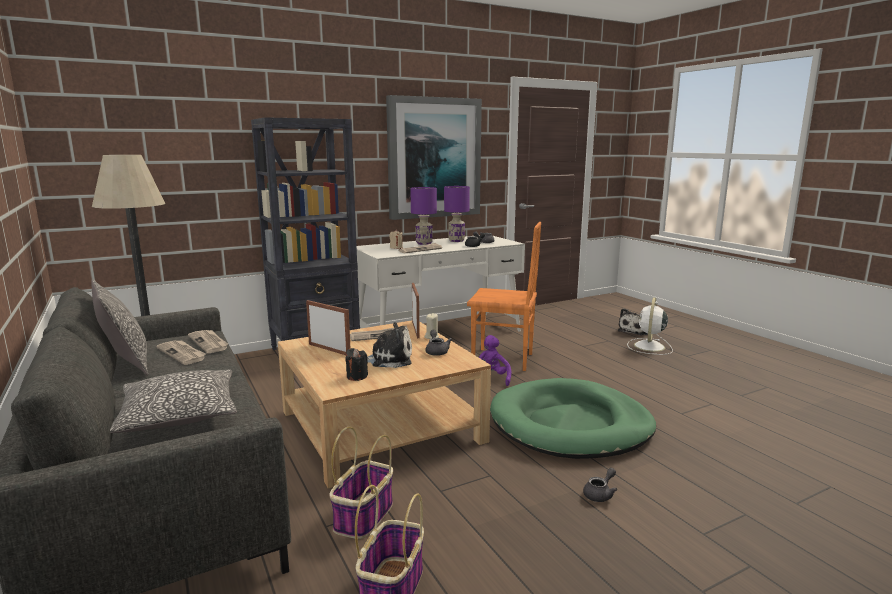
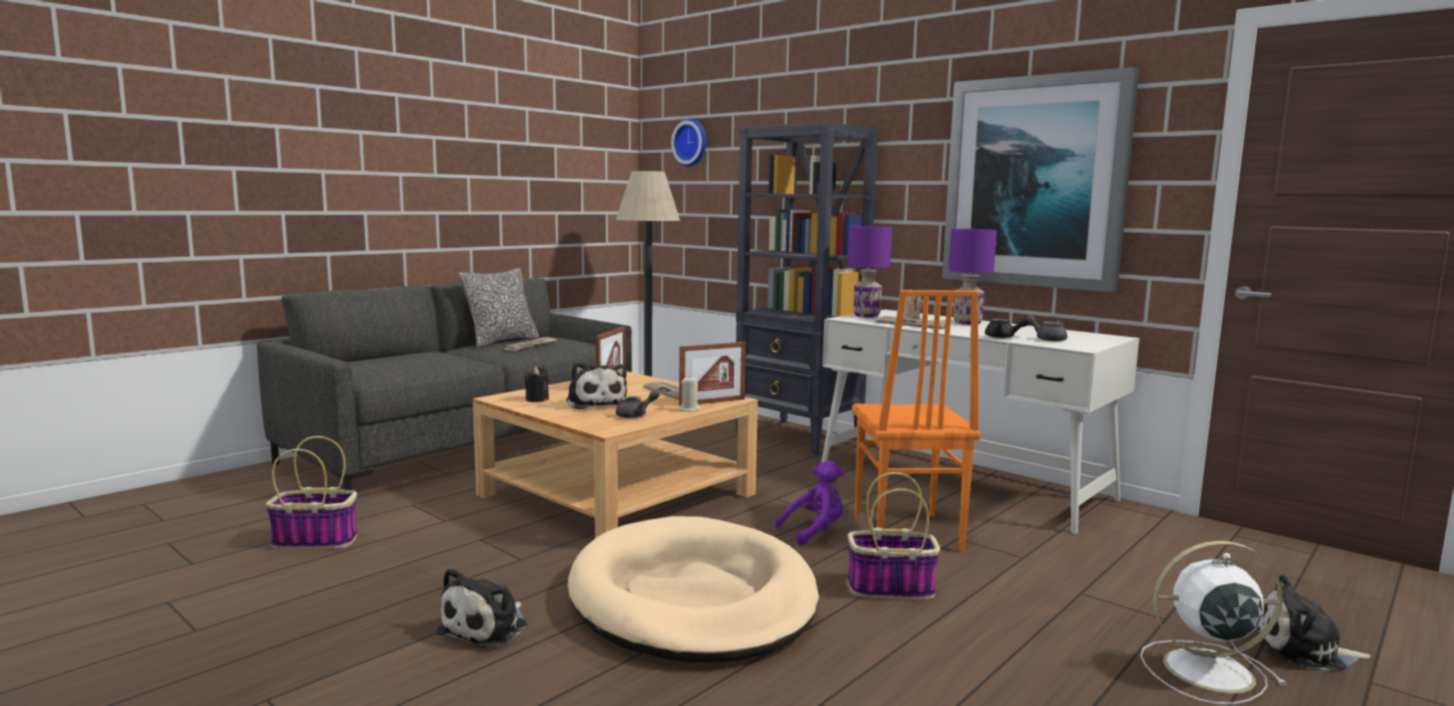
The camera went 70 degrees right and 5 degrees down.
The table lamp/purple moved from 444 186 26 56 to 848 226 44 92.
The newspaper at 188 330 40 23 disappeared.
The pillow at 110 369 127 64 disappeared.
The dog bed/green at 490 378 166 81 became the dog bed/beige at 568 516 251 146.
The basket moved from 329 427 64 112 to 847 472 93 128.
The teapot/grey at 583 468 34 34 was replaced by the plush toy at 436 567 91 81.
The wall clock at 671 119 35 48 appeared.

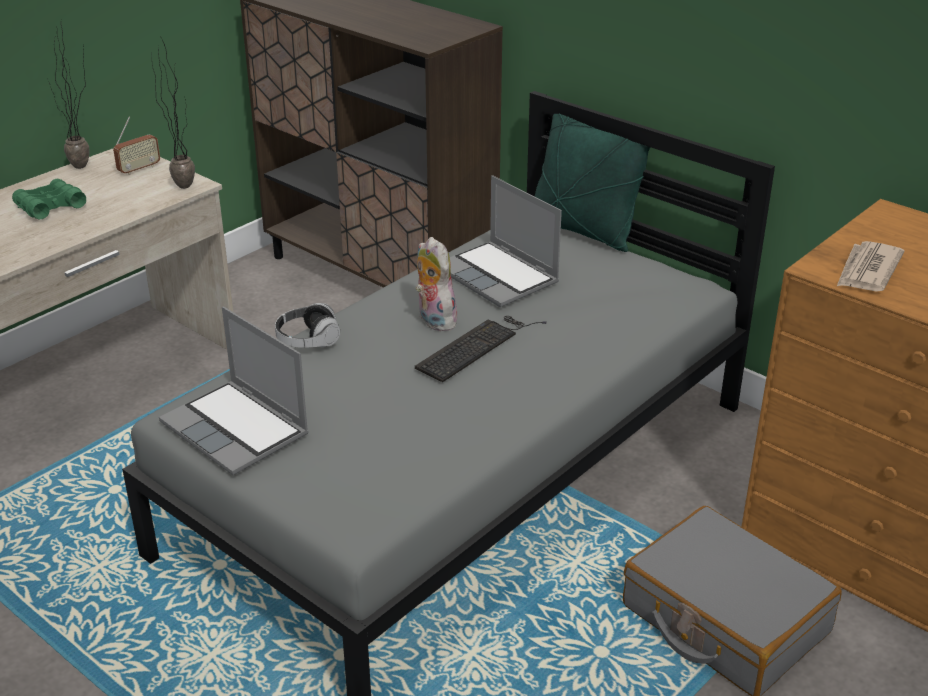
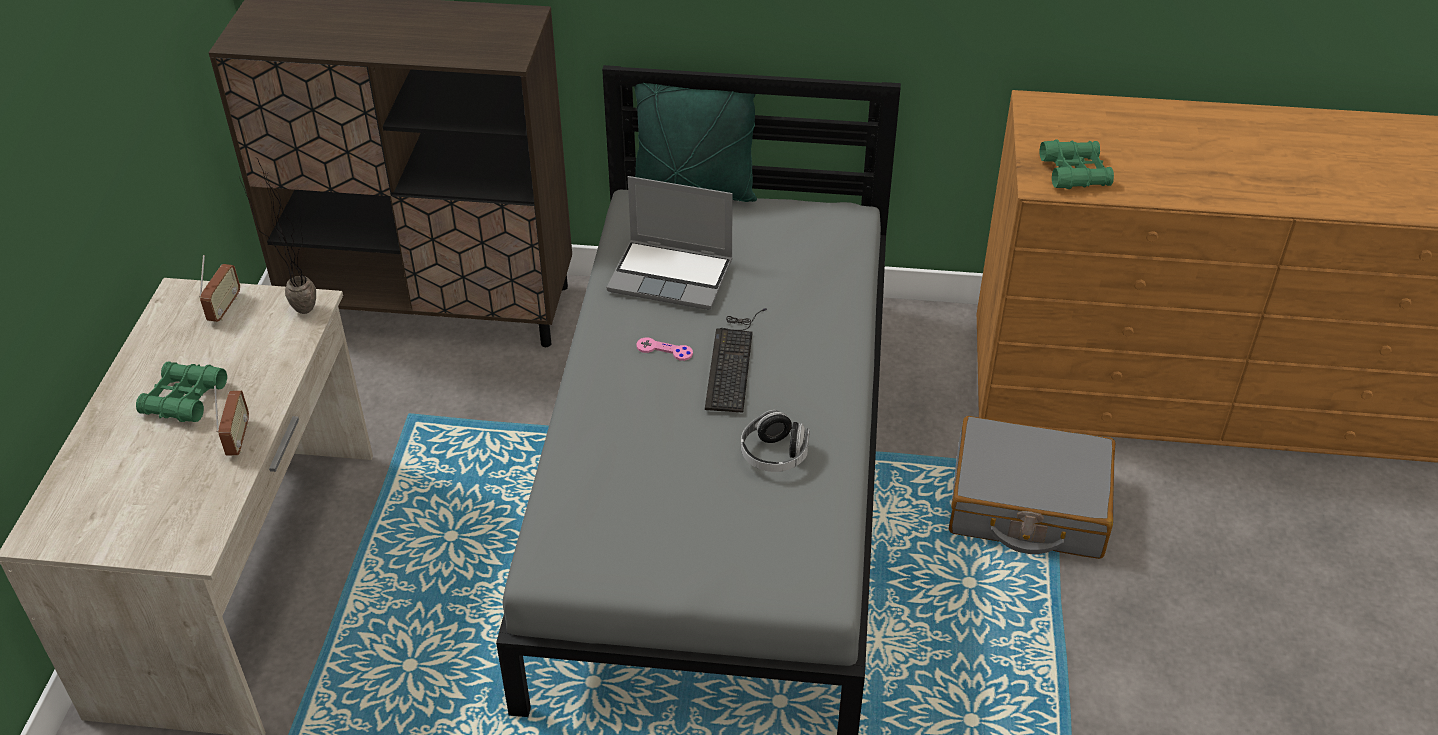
The camera went 35 degrees left and 10 degrees up.
The potted plant at 49 26 40 143 disappeared.
The plush toy at 415 237 43 94 was replaced by the game controller/pink at 636 337 57 24.
The newspaper at 837 241 67 51 was replaced by the binoculars/green at 1039 139 75 50.
The headphones moved from 275 303 65 45 to 741 410 69 62.
The laptop at 159 307 150 168 disappeared.
The radio at 214 386 35 70 appeared.

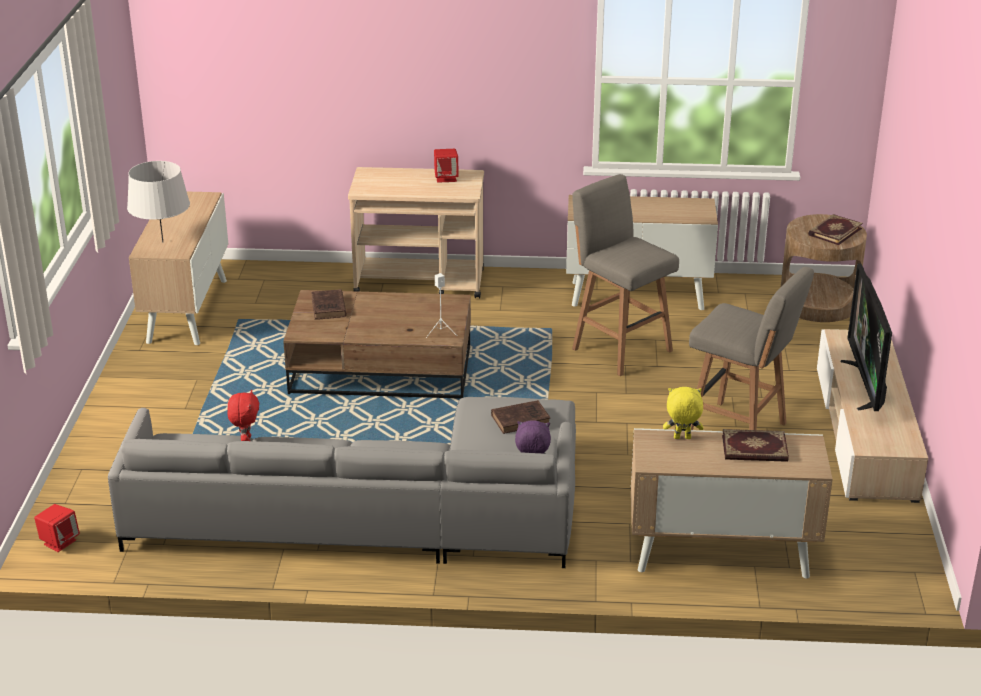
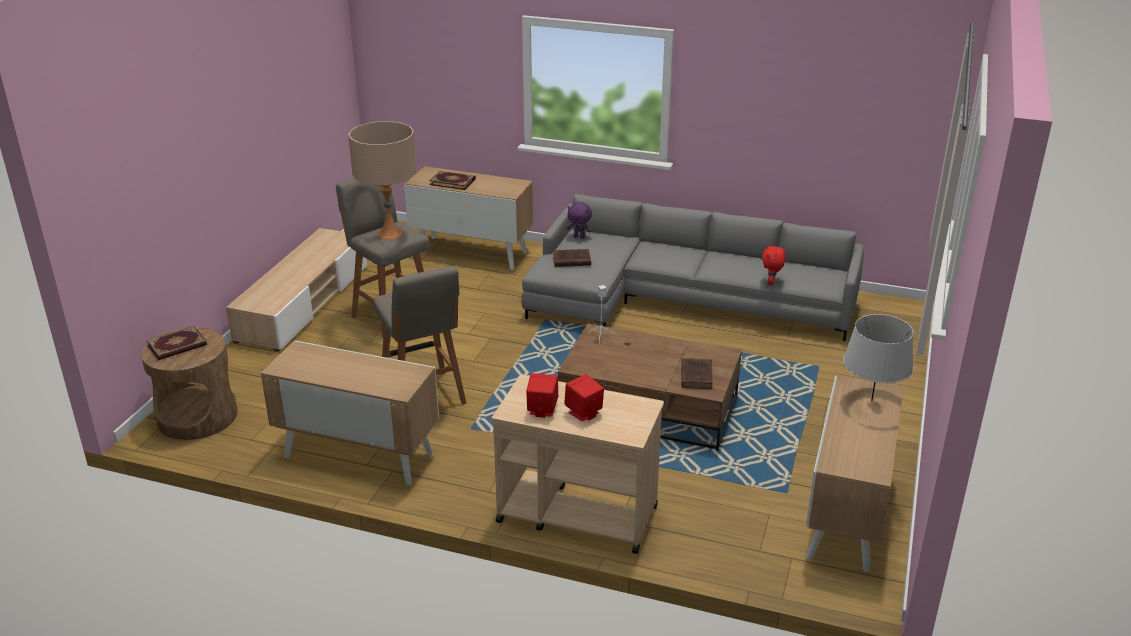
The camera went 165 degrees left and 0 degrees up.
The television at 841 263 51 148 disappeared.
The plush toy/yellow at 663 387 41 52 disappeared.
The speaker/red moved from 34 504 46 48 to 564 374 40 47.
The table lamp/beige at 348 121 69 119 appeared.

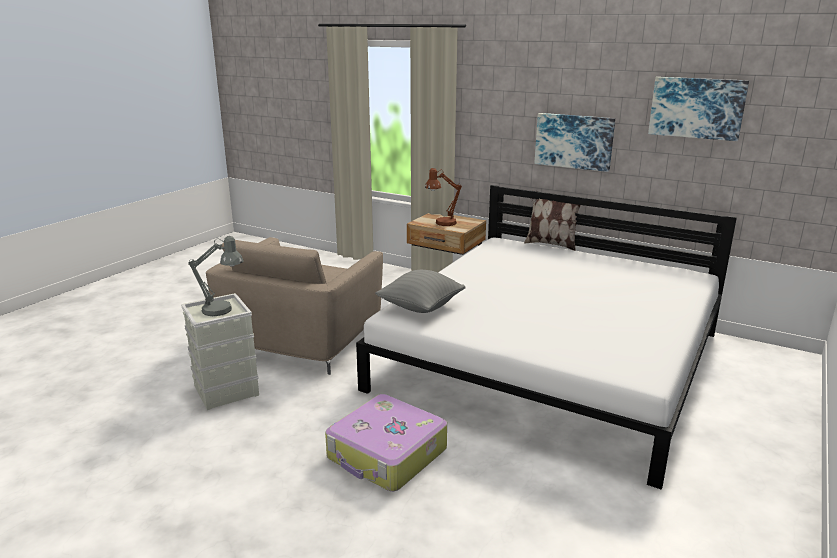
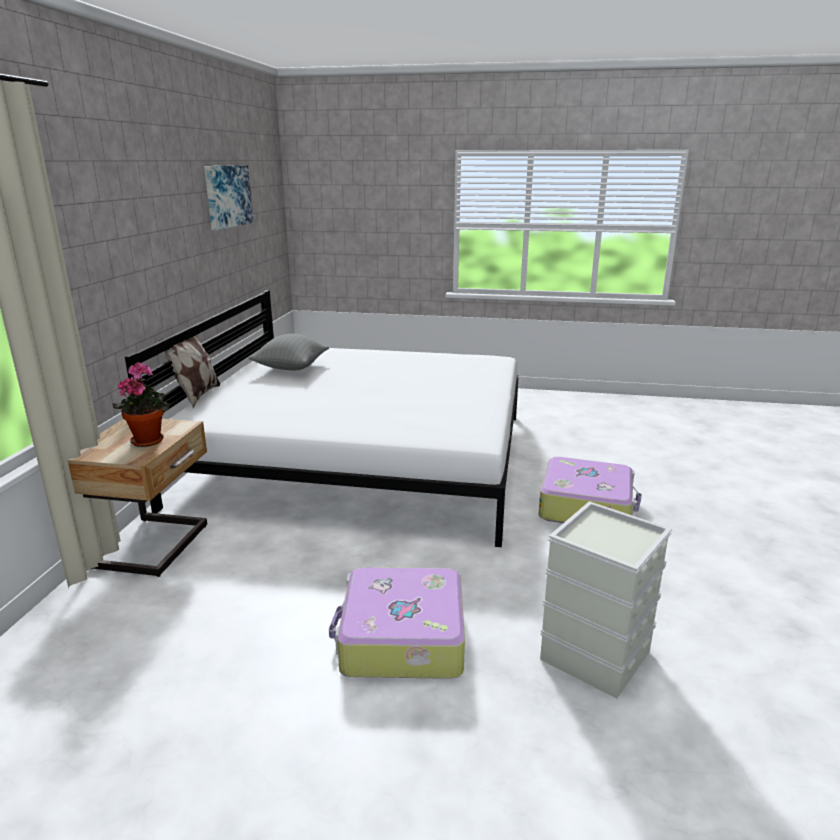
The camera went 110 degrees left and 0 degrees up.
The picture at 535 113 80 59 disappeared.
The table lamp/brown at 425 168 37 58 was replaced by the potted plant at 113 362 57 85.
The table lamp/grey at 188 236 55 80 disappeared.
The armchair/beige at 206 237 177 138 was replaced by the suitcase at 329 567 136 112.
The pillow/grey moved from 375 270 91 43 to 249 334 80 36.

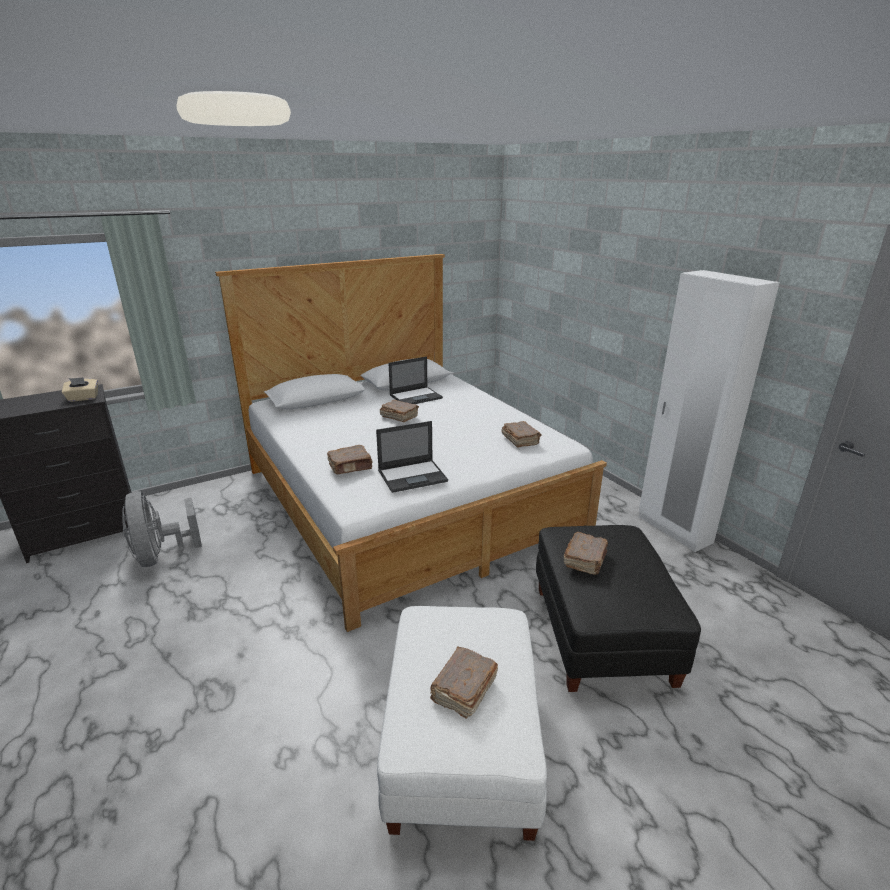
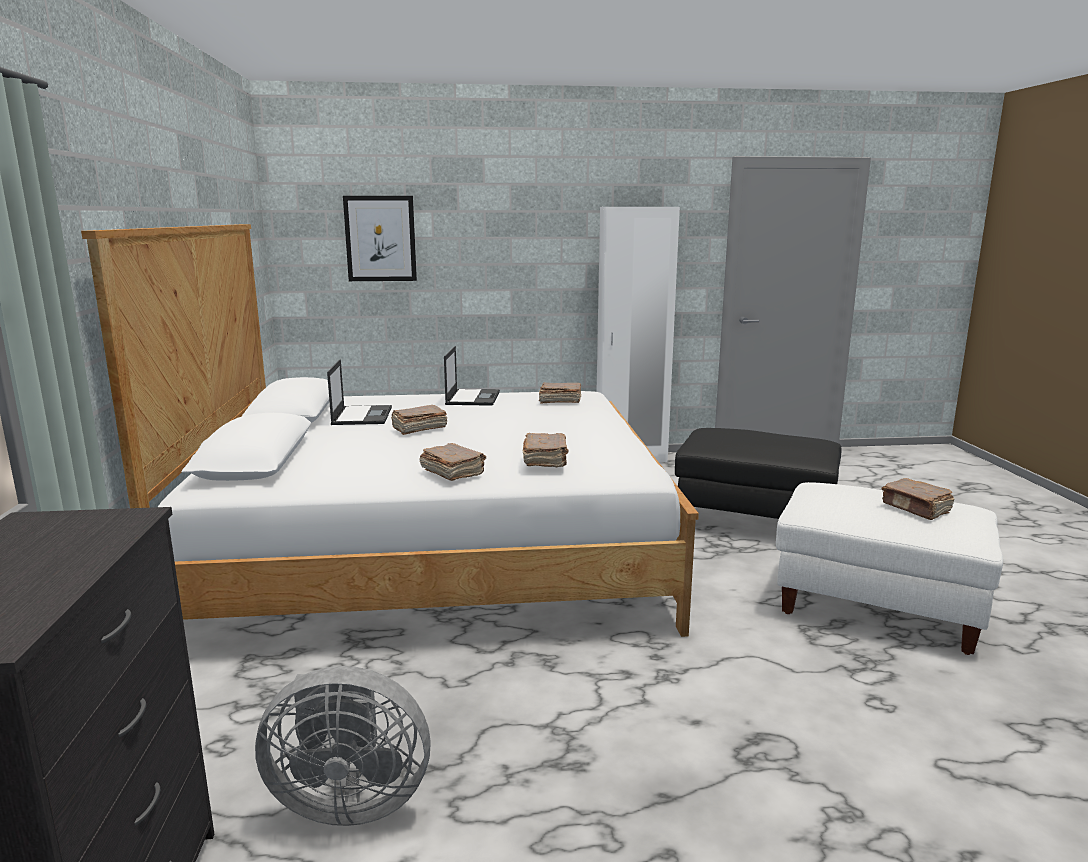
The camera went 65 degrees left and 10 degrees down.
The tissue box/beige at 62 377 36 25 disappeared.
The laptop moved from 376 421 72 72 to 444 346 56 60.
The book/brown moved from 564 532 44 43 to 419 443 67 38.
The picture at 343 196 74 85 appeared.

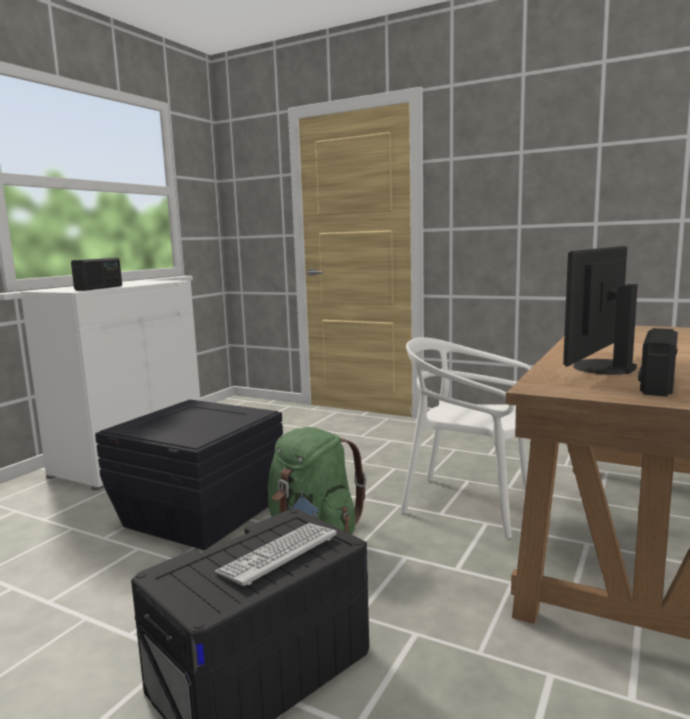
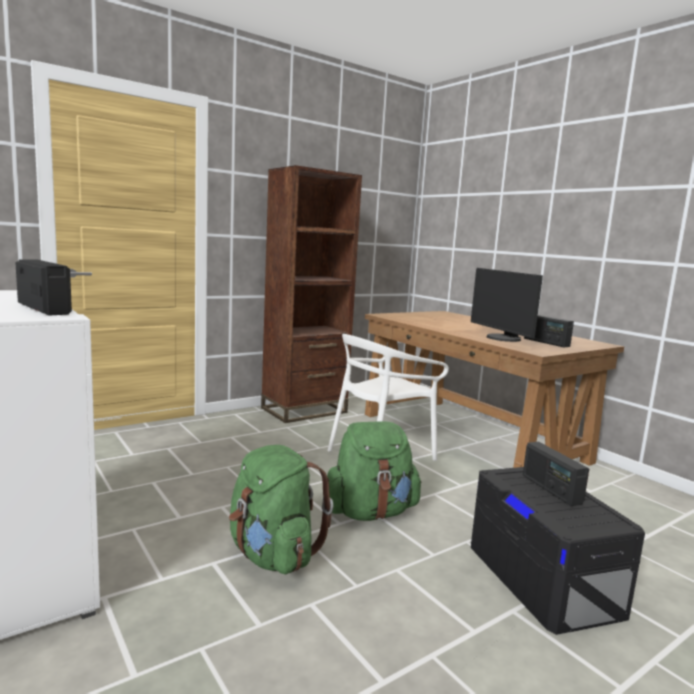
The camera went 65 degrees left and 0 degrees up.
The storage box/black at 95 400 188 150 was replaced by the backpack/green at 229 445 104 129.
The keyboard at 215 523 122 63 was replaced by the radio at 523 442 66 64.
The bookcase/brown at 261 165 101 258 appeared.

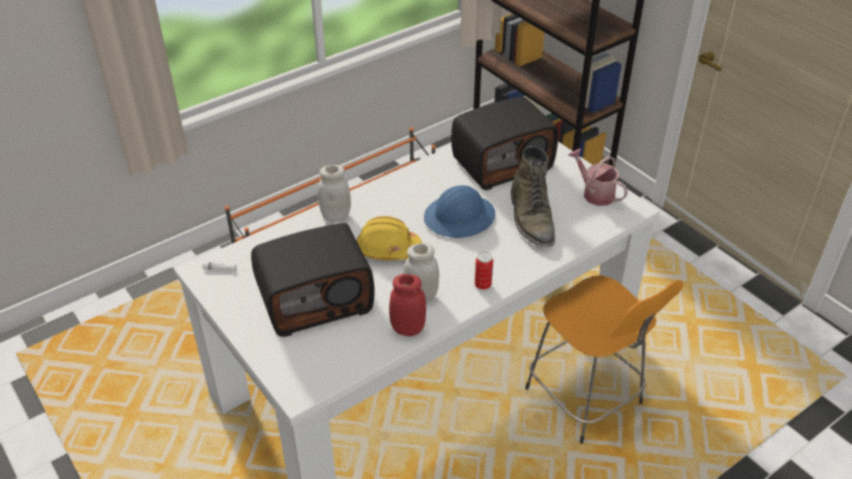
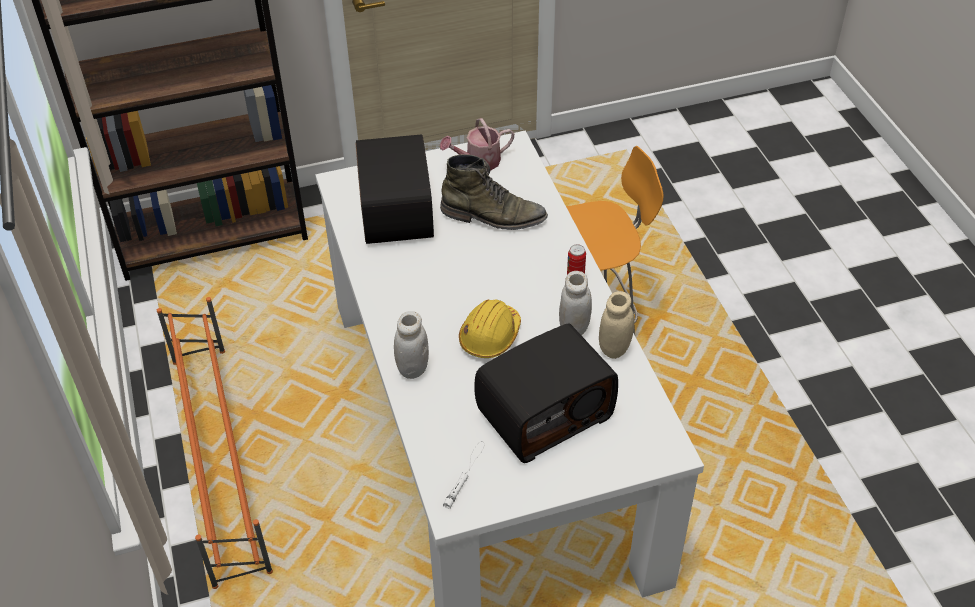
The camera went 70 degrees left and 5 degrees up.
The hard hat/blue at 424 185 71 53 disappeared.
The radio at 251 223 123 114 turned 60 degrees clockwise.
The jar/red at 389 274 37 62 became the jar/beige at 599 291 35 68.

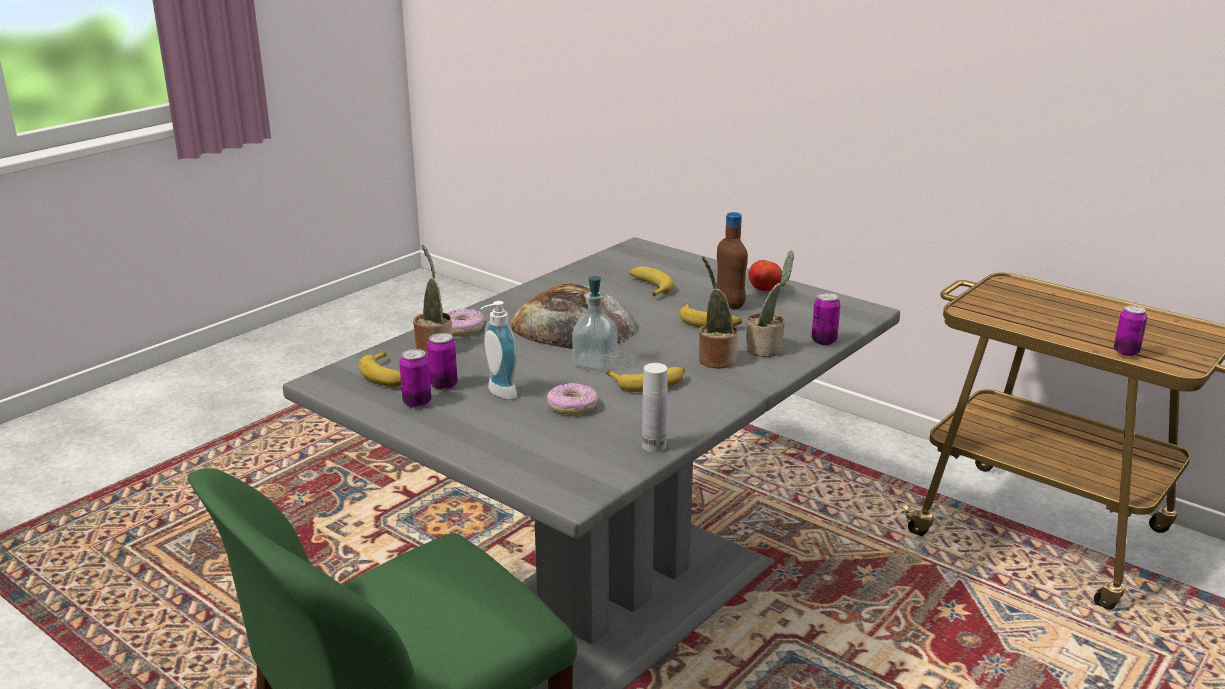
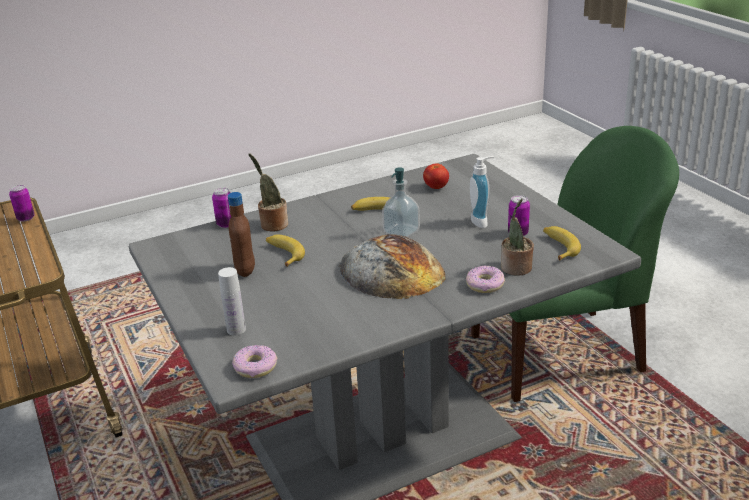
The camera went 155 degrees left and 5 degrees up.
The potted plant at 699 256 39 112 disappeared.
The tomato moved from 749 260 33 31 to 423 164 26 25.
The banana at 629 266 44 30 disappeared.
The can at 399 349 32 59 disappeared.
The bottle/white moved from 642 363 26 89 to 218 267 28 68.
The donut moved from 547 383 51 32 to 232 345 46 33.

